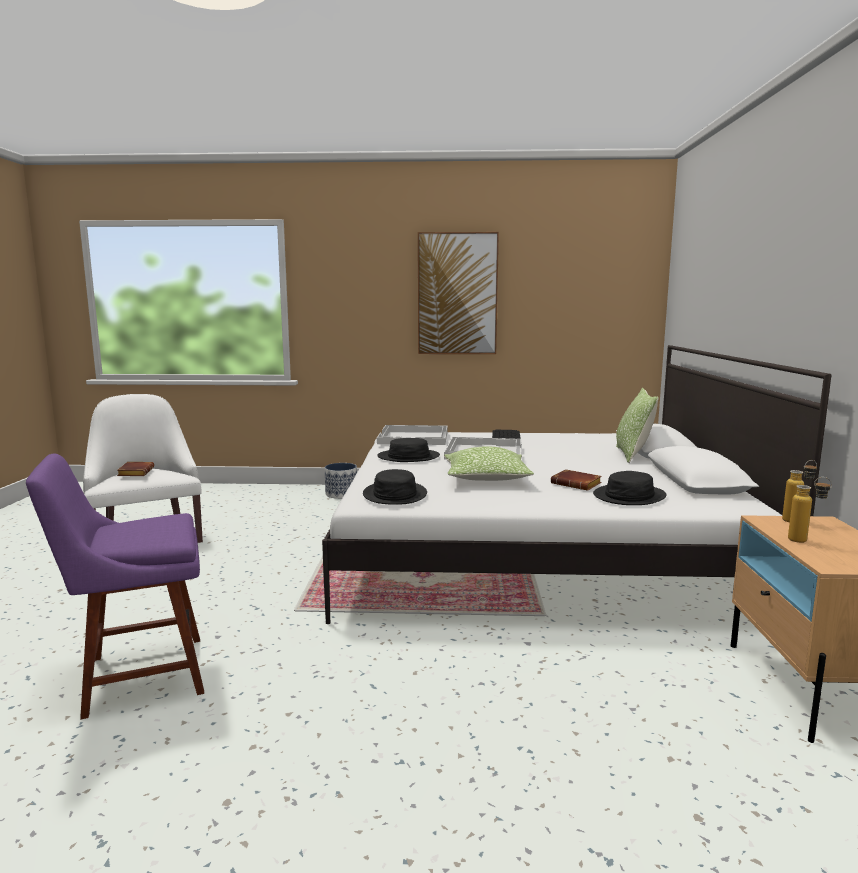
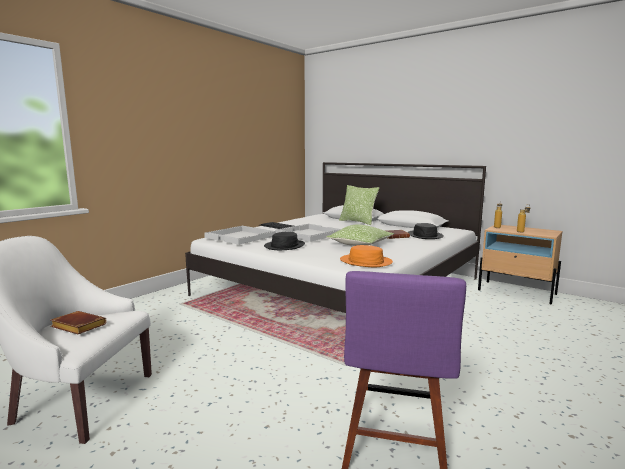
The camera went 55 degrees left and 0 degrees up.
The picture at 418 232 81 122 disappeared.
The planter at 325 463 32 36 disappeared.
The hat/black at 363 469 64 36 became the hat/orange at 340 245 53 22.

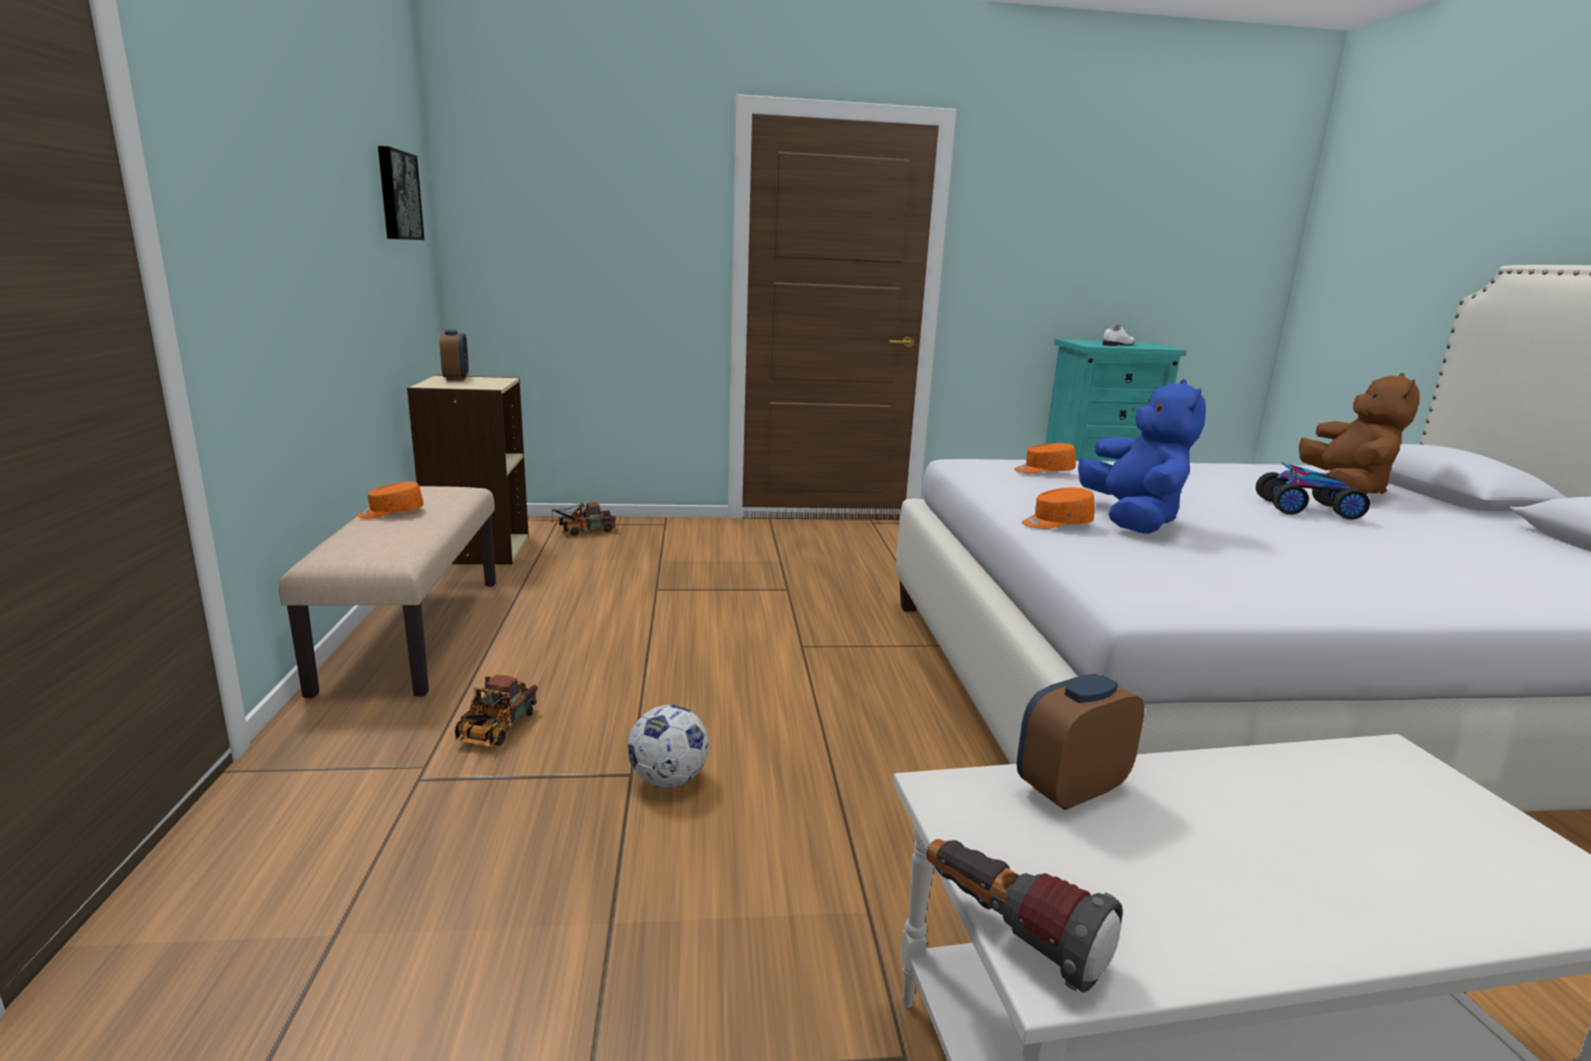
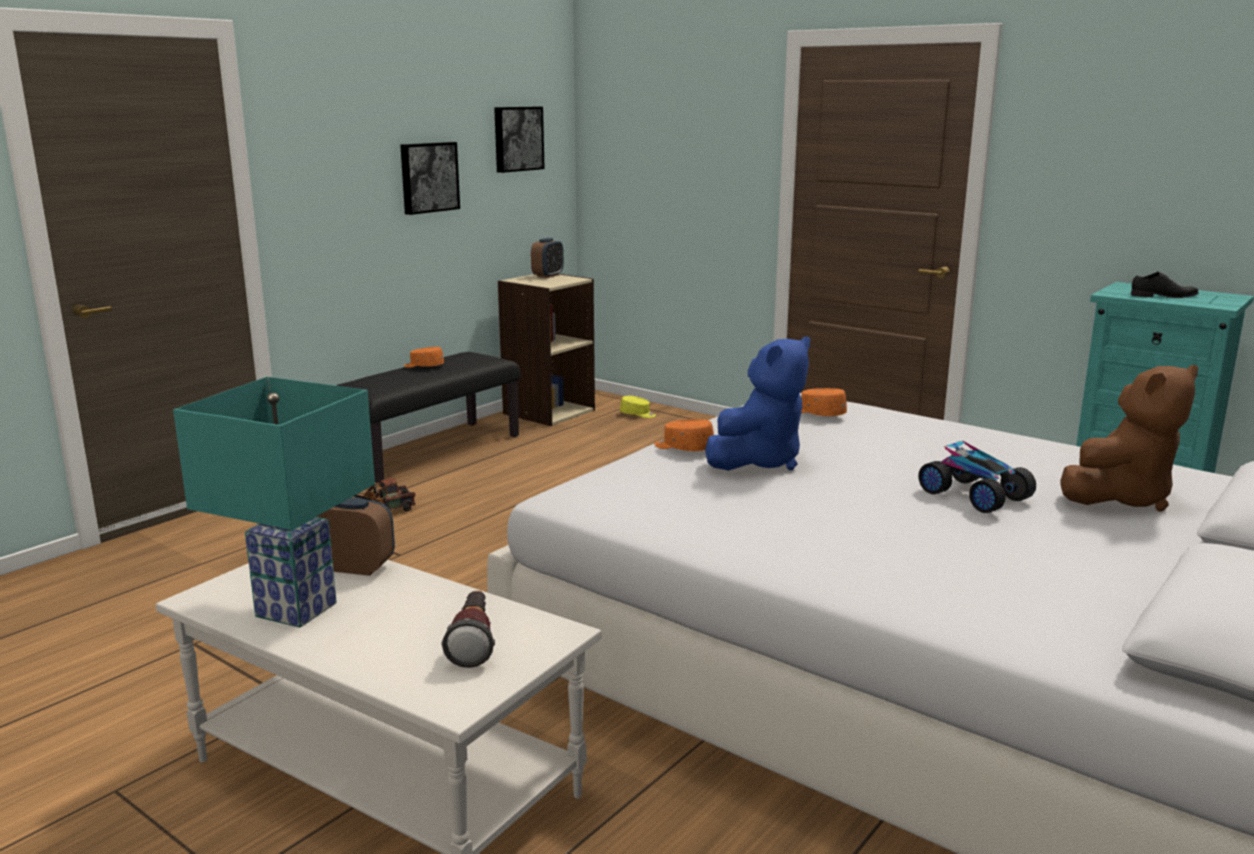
The camera went 45 degrees right and 0 degrees up.
The shoe/white at 1102 325 32 21 became the shoe/black at 1131 271 68 27.
The bench/beige at 279 486 217 212 became the bench/black at 336 352 184 134.
The toy truck at 551 502 65 34 was replaced by the cap/yellow at 620 396 36 22.
The football at 628 705 81 83 disappeared.
The flashlight moved from 926 839 197 153 to 442 591 53 77.
The picture at 400 142 60 73 appeared.
The table lamp/turquoise at 173 377 202 250 appeared.

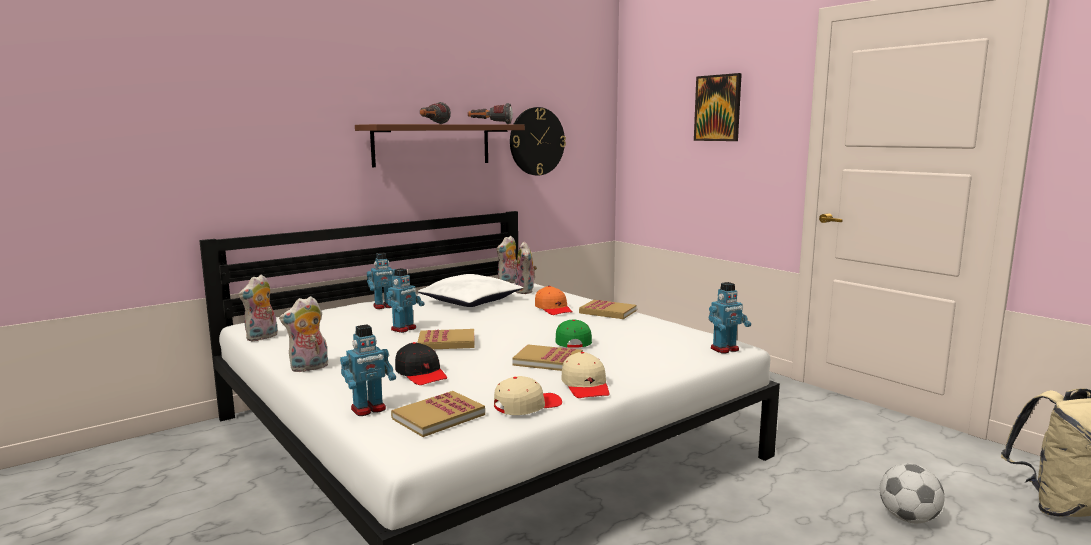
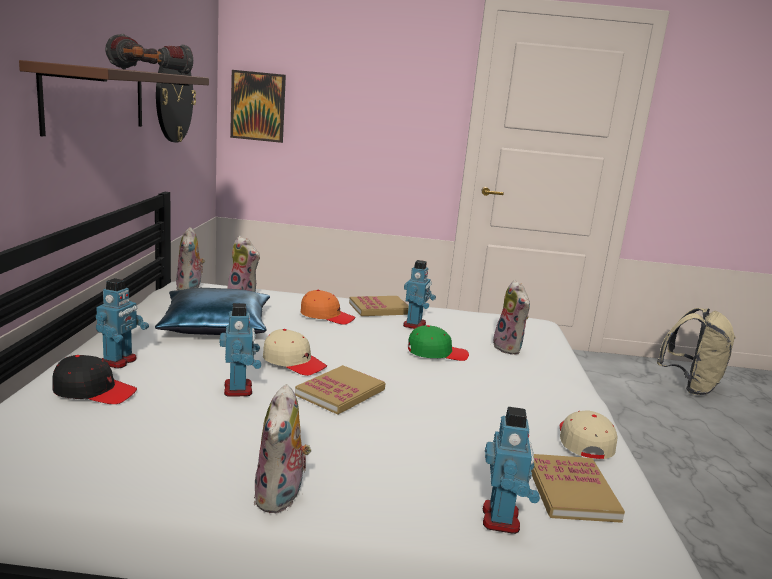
The camera went 50 degrees left and 5 degrees up.
The picture moved from 694 73 48 68 to 230 70 56 73.
The pillow/white at 418 274 105 33 became the pillow/blue at 155 288 115 47.
The plush toy moved from 238 275 40 66 to 493 280 37 75.
The toy robot moved from 709 282 42 72 to 403 260 33 69.
The cap/green at 555 319 37 29 turned 135 degrees clockwise.
The cap/black moved from 395 342 52 43 to 52 355 85 49.
The book at 512 344 71 27 disappeared.
The cap/beige moved from 561 352 48 46 to 263 329 64 47.
The football at 880 463 65 60 disappeared.

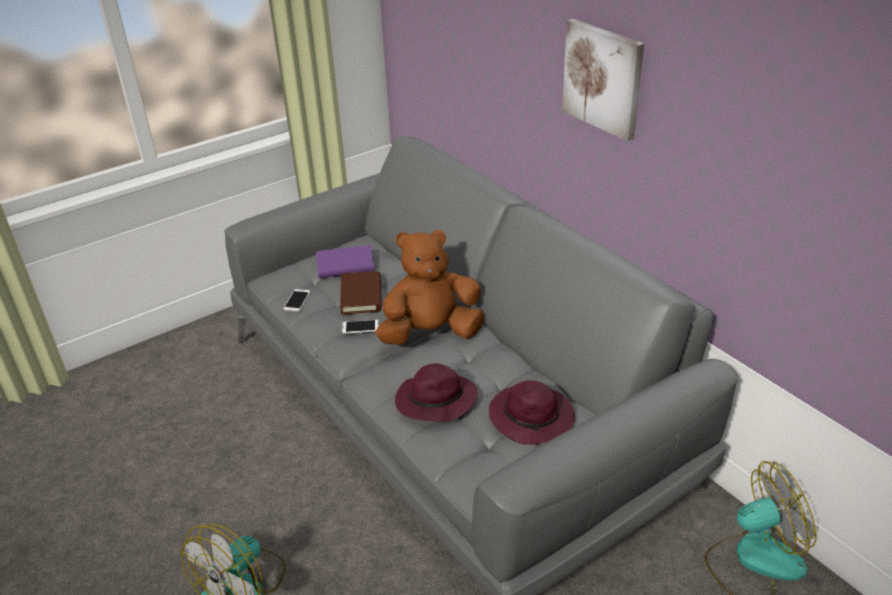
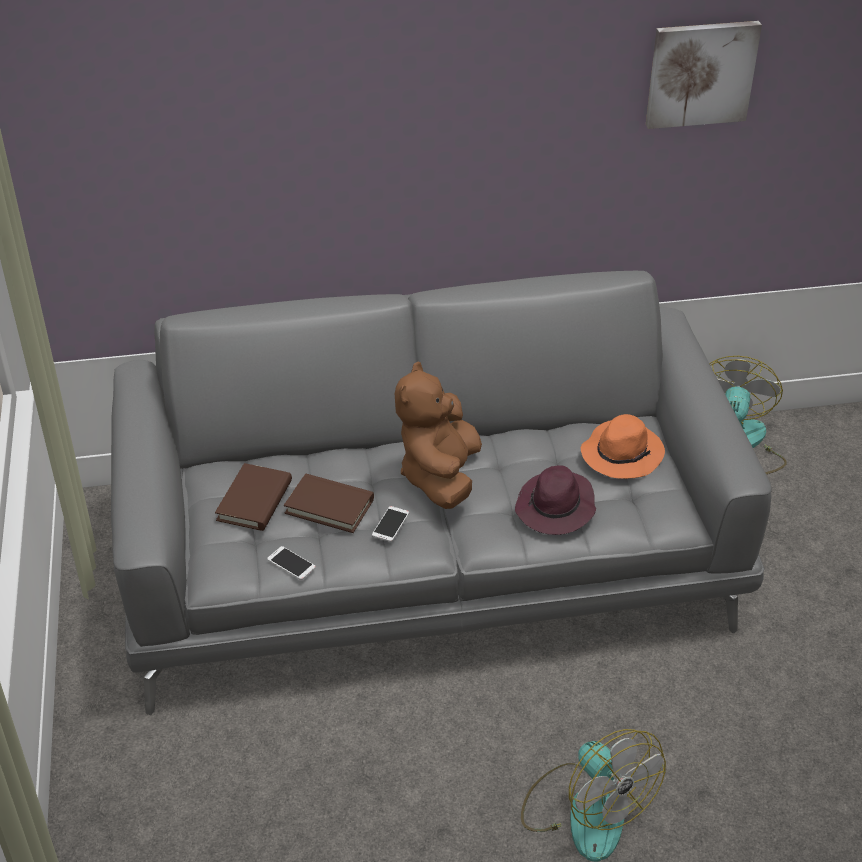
The camera went 65 degrees left and 5 degrees up.
The picture moved from 562 19 82 122 to 646 21 116 108.
The book/purple at 316 245 58 33 became the book/brown at 215 463 77 68.
The hat/purple at 489 380 86 65 became the hat/orange at 581 414 84 65.

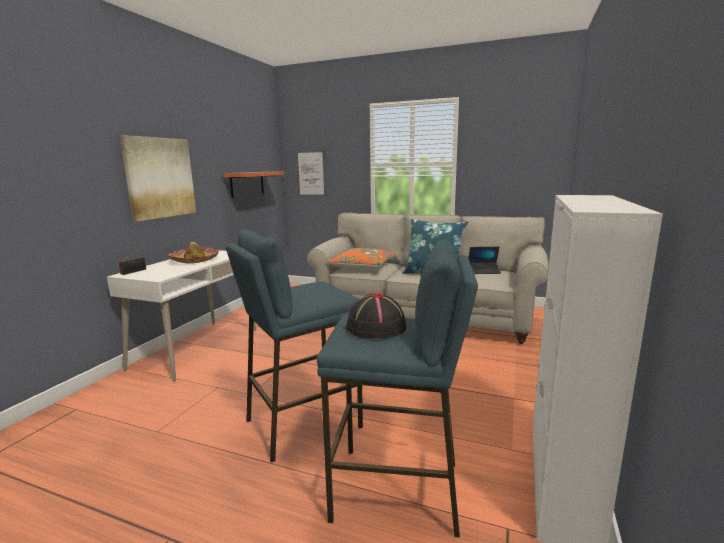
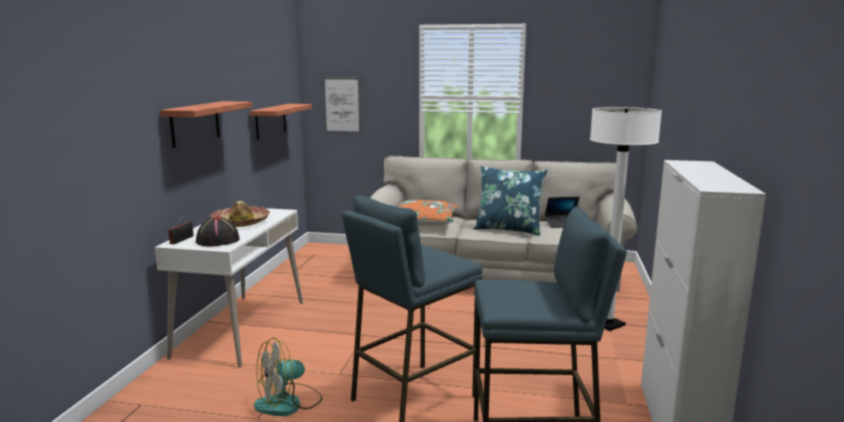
The camera went 10 degrees left and 0 degrees up.
The picture at 120 135 76 87 was replaced by the shelf at 160 101 92 47.
The hat/black moved from 346 293 61 46 to 196 216 44 30.
The floor lamp/white at 590 107 72 224 appeared.
The fan at 254 337 69 79 appeared.

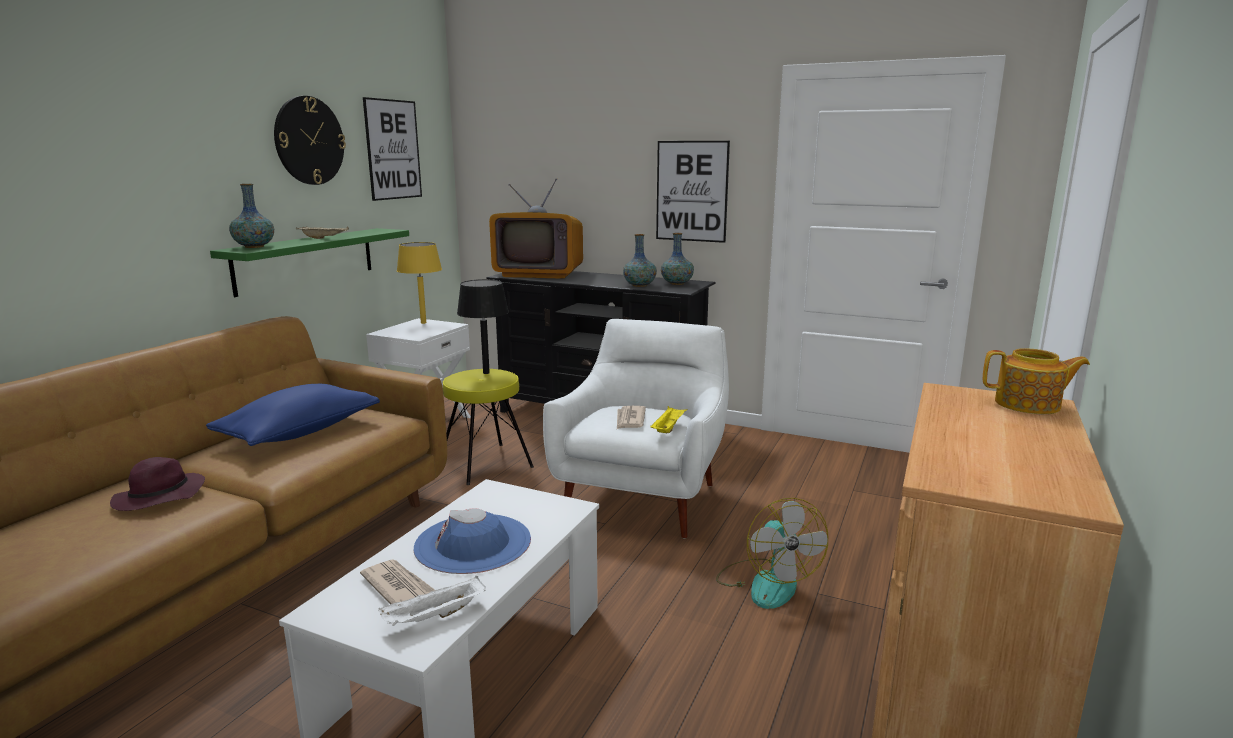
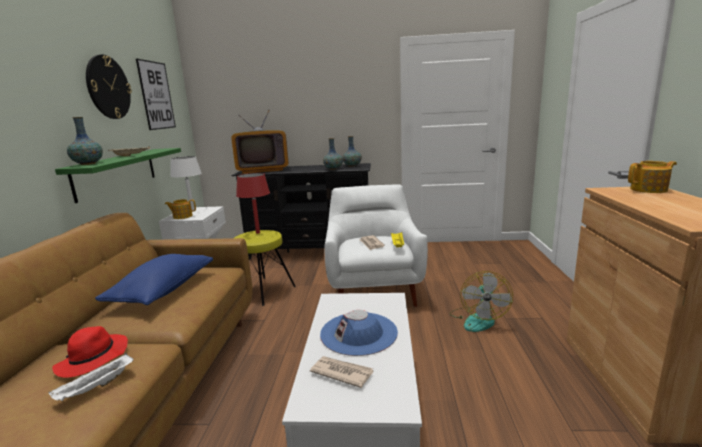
The camera went 20 degrees left and 0 degrees up.
The picture at 656 141 74 102 disappeared.
The table lamp/yellow at 397 242 45 82 became the table lamp/white at 170 156 32 54.
The table lamp/black at 457 279 52 95 became the table lamp/red at 236 173 34 61.
The hat/purple at 110 457 95 54 became the hat/red at 52 326 76 52.
The fan at 716 498 112 111 turned 45 degrees clockwise.
The tray/white moved from 378 576 108 50 to 49 353 84 48.
The teapot at 165 199 31 20 appeared.

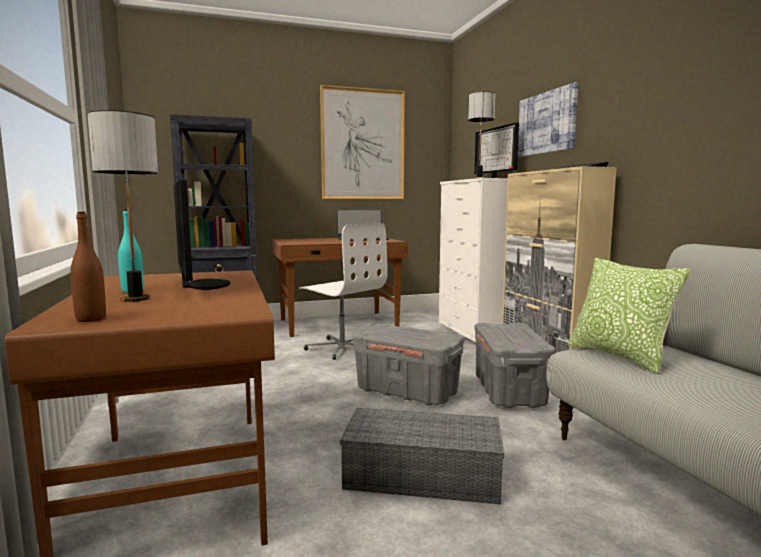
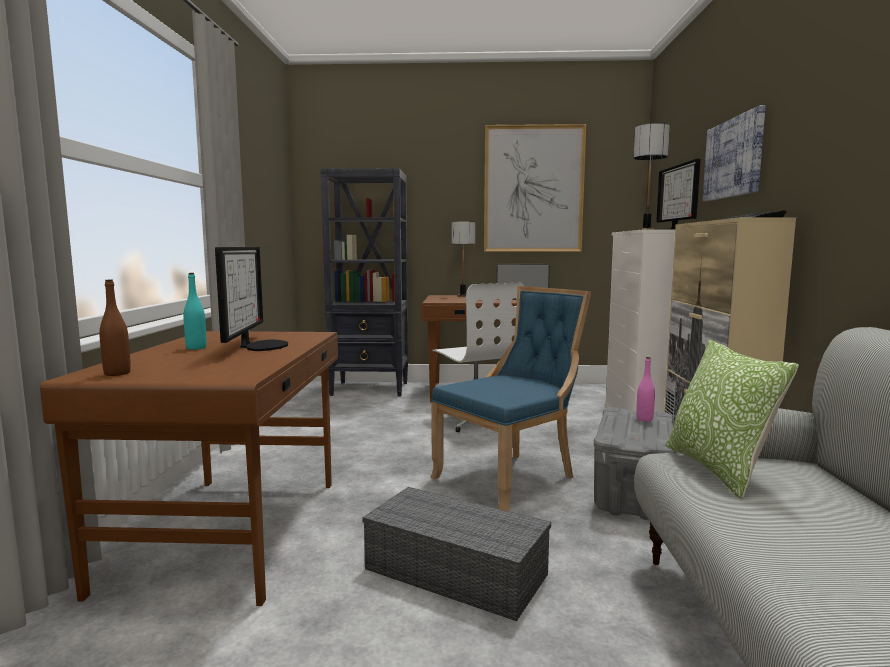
The camera went 20 degrees right and 0 degrees up.
The table lamp moved from 87 110 71 192 to 452 221 23 76.
The storage box/grey at 353 324 111 82 was replaced by the chair/blue at 430 286 161 226.
The bottle/pink at 636 357 19 64 appeared.

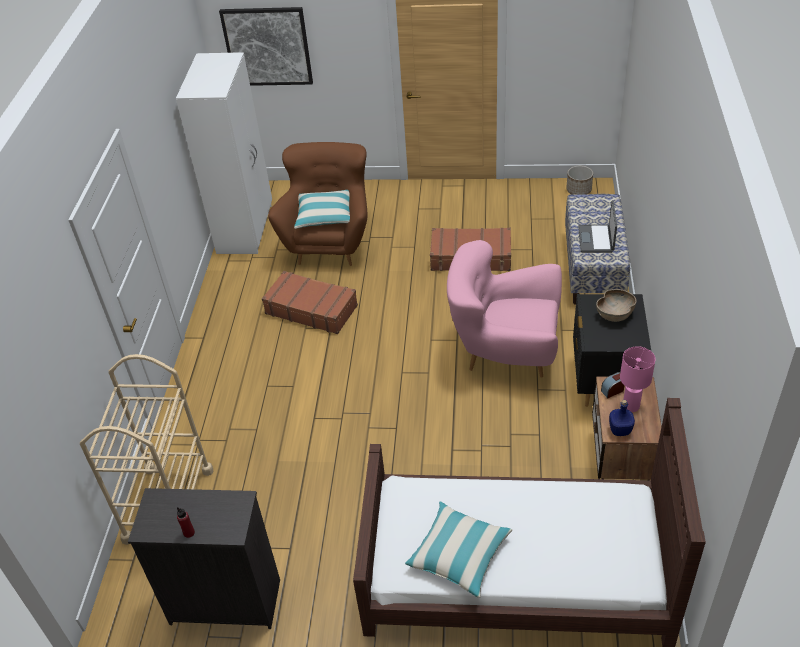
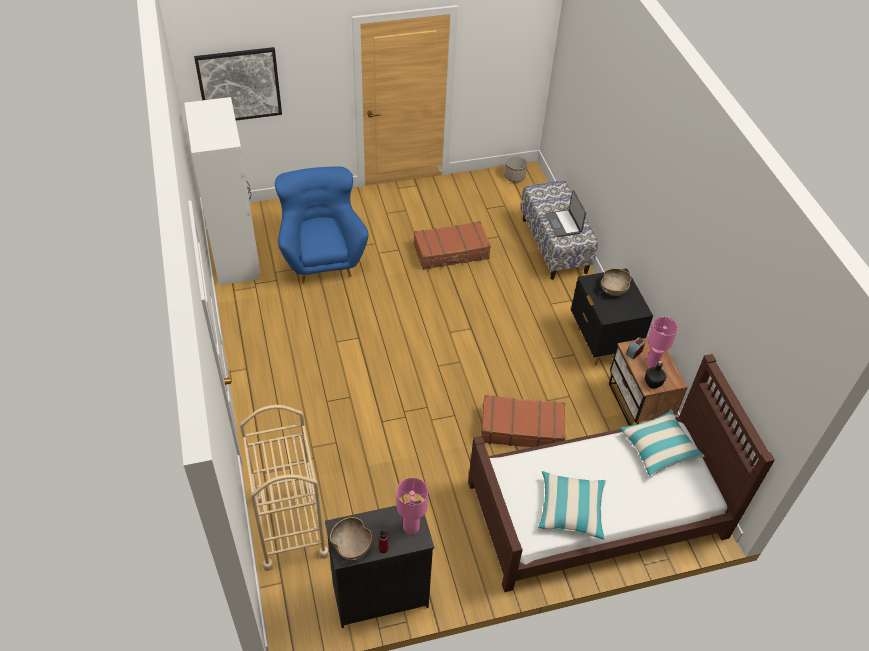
The camera went 25 degrees left and 5 degrees up.
The armchair/brown at 268 142 100 124 became the armchair/blue at 275 167 93 116.
The pillow moved from 294 190 56 39 to 620 409 85 69.
The armchair/pink at 447 240 115 138 disappeared.
The suitcase/brown moved from 262 271 96 63 to 481 395 84 52.
The bottle/blue at 609 400 26 36 became the bottle/black at 645 361 22 28.
The table lamp/pink at 396 478 32 56 appeared.
The bowl/brown at 330 517 42 43 appeared.

